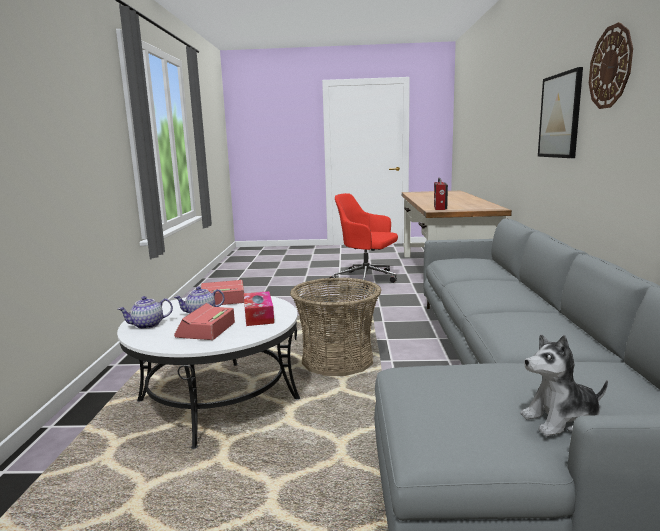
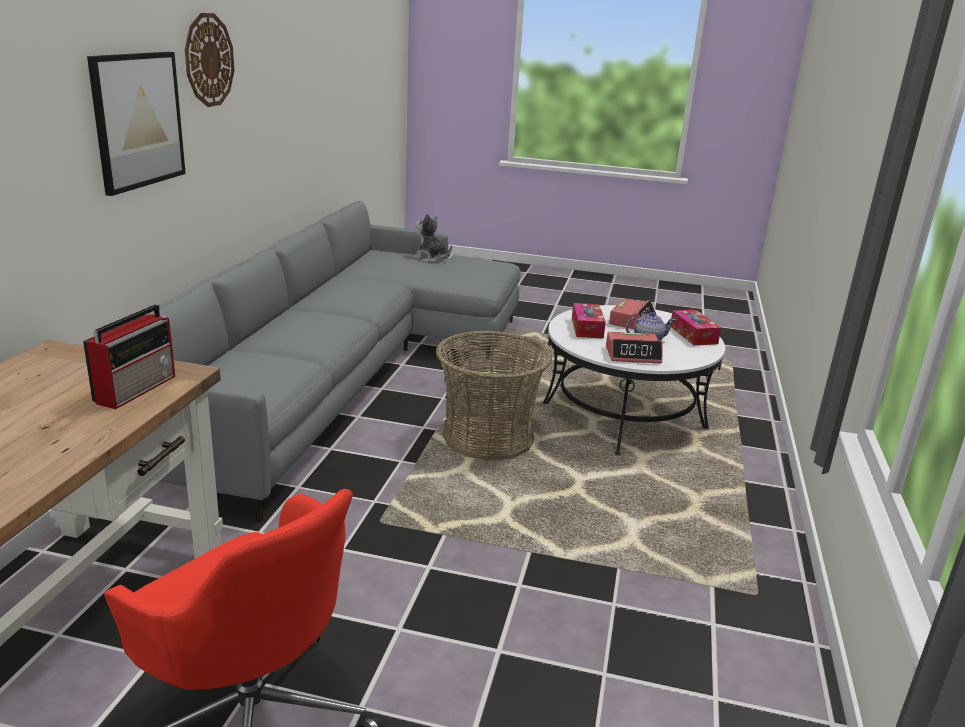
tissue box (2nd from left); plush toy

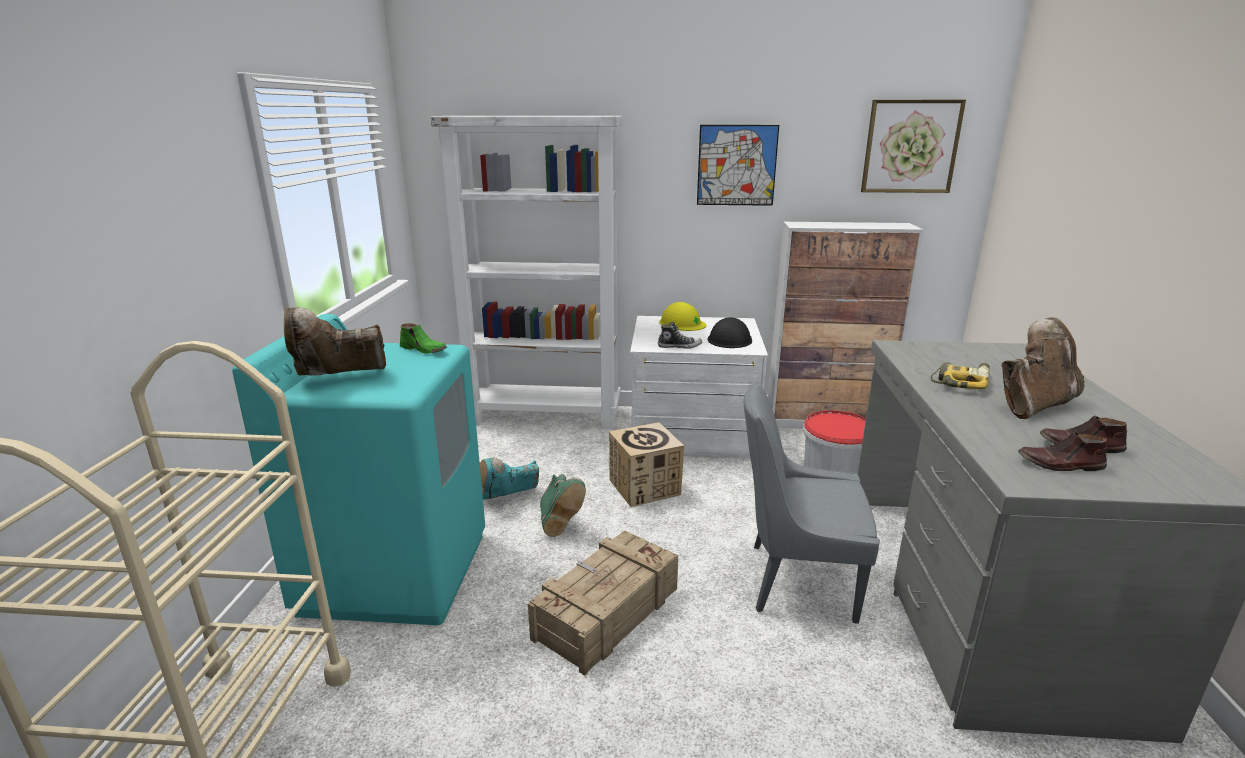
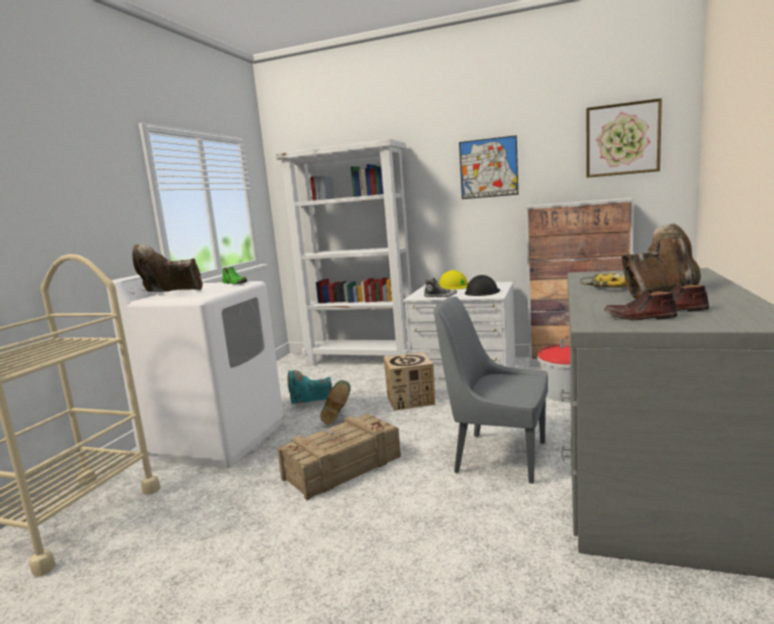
washing machine (white)

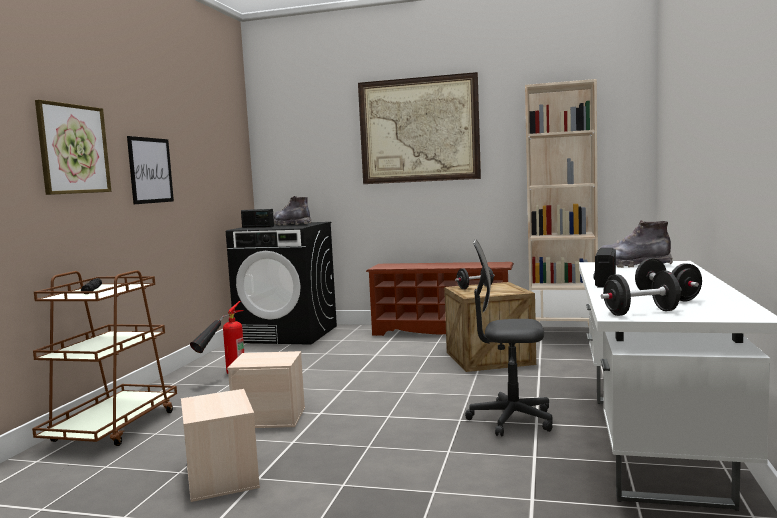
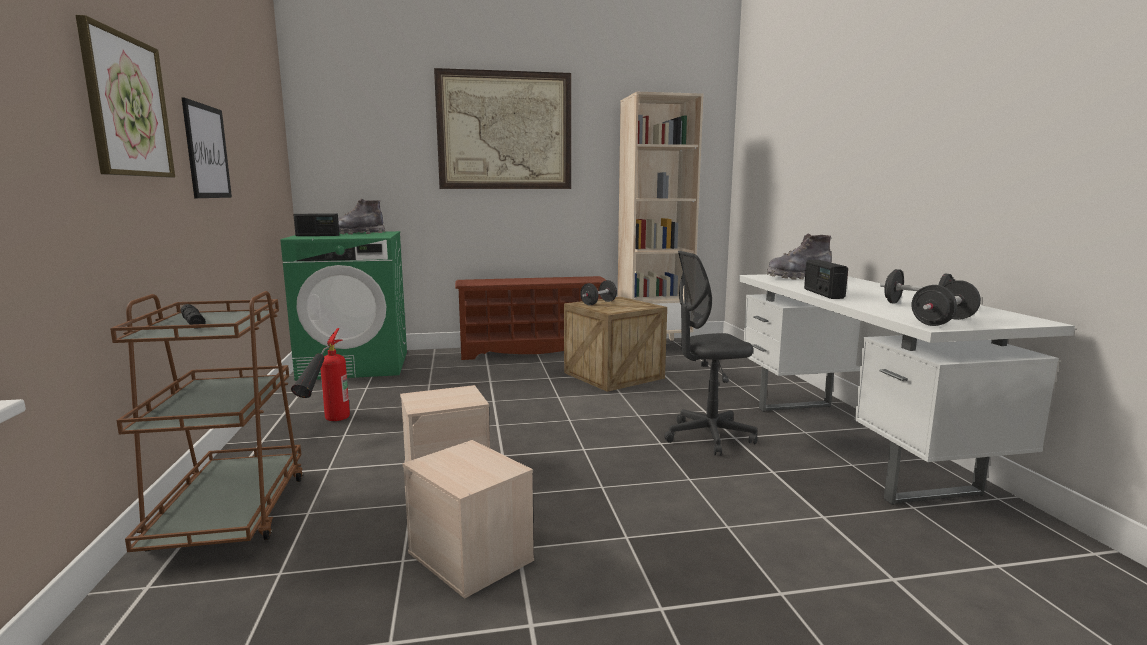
washing machine (green)

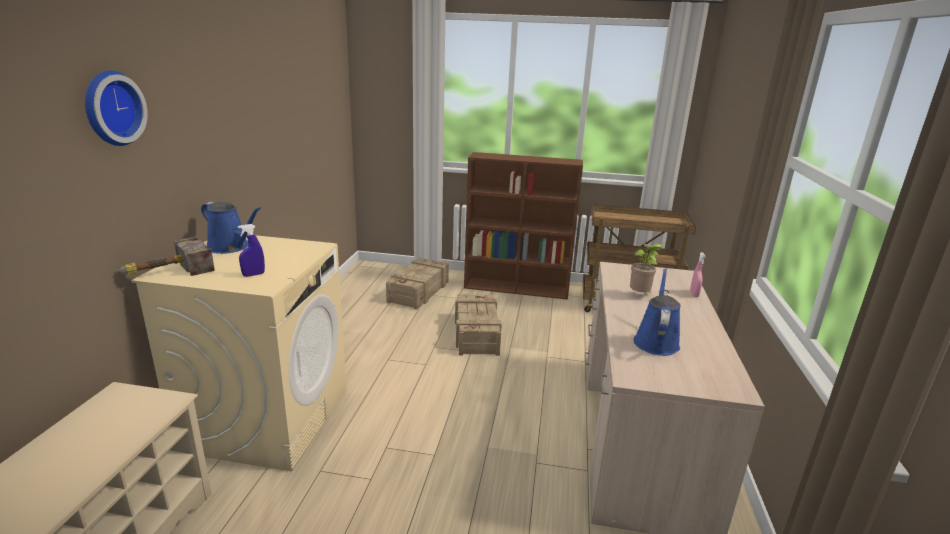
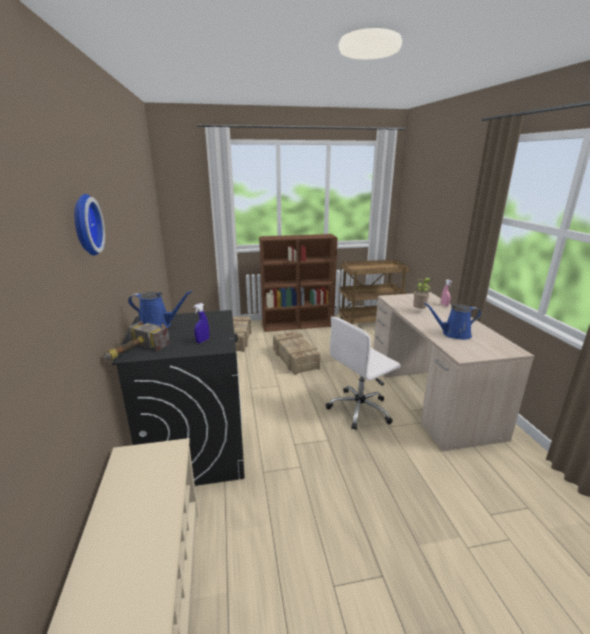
washing machine (black); watering can (blue) (2nd from left); office chair (white)

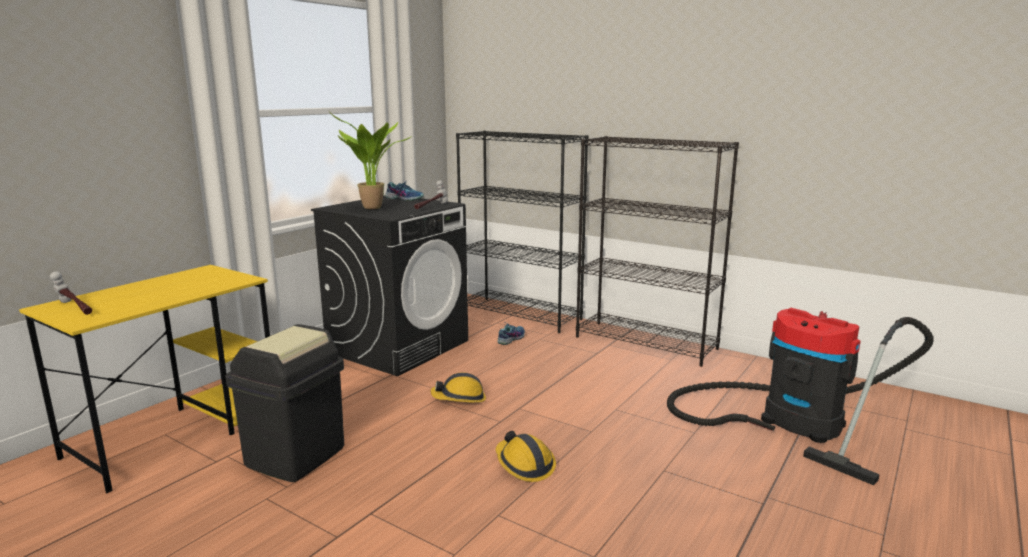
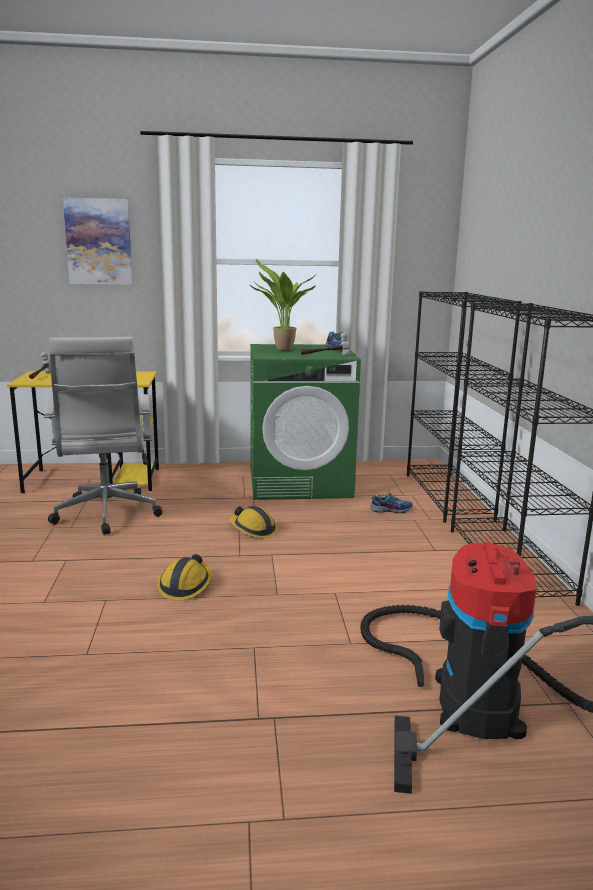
office chair (white); washing machine (green); picture

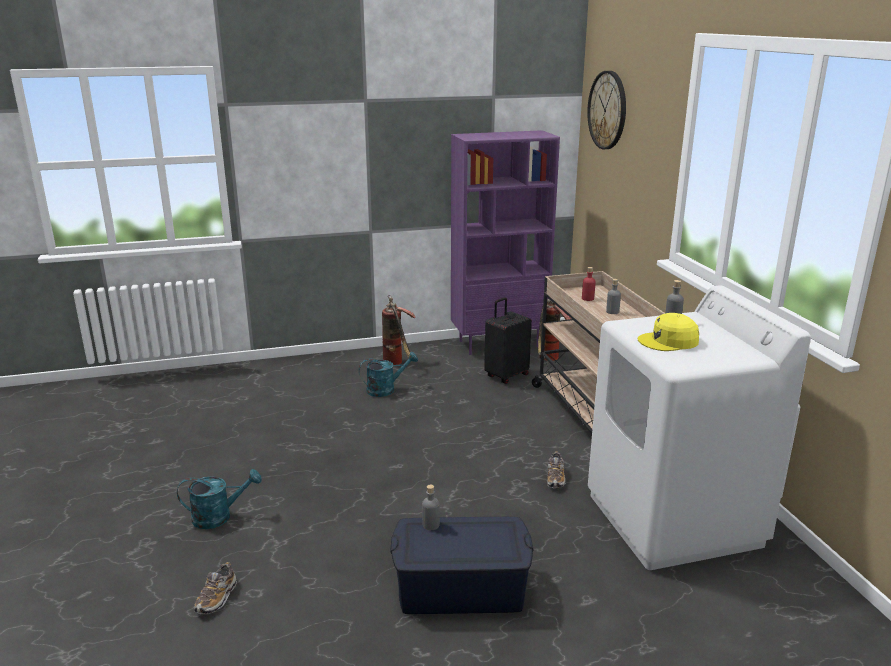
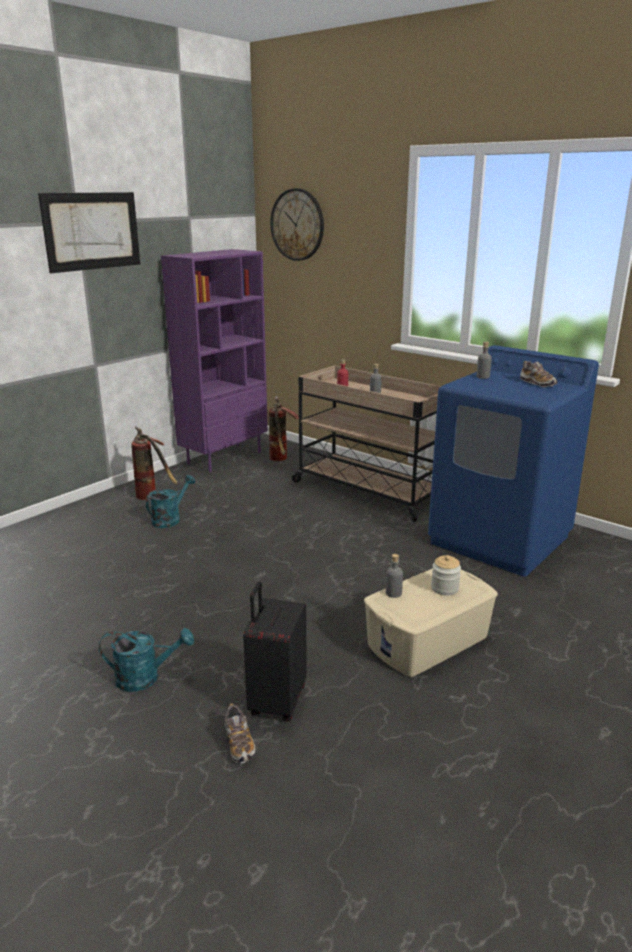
watering can (turquoise) (1st from left); storage box (beige); suitcase (black); shoe (2nd from left); washing machine (blue); cap (yellow); picture; jar

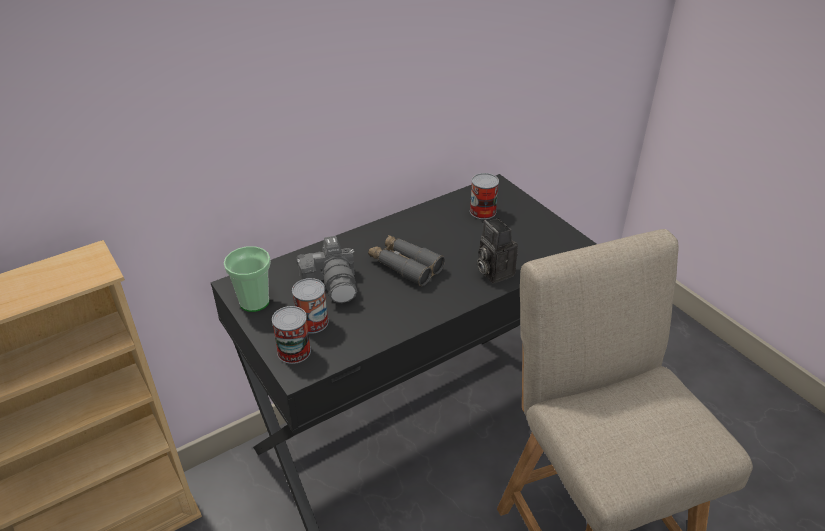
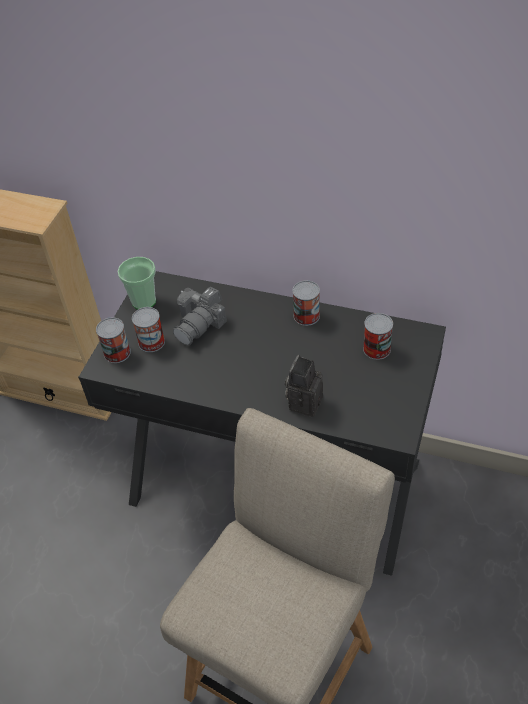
binoculars (grey); can (3rd from left)

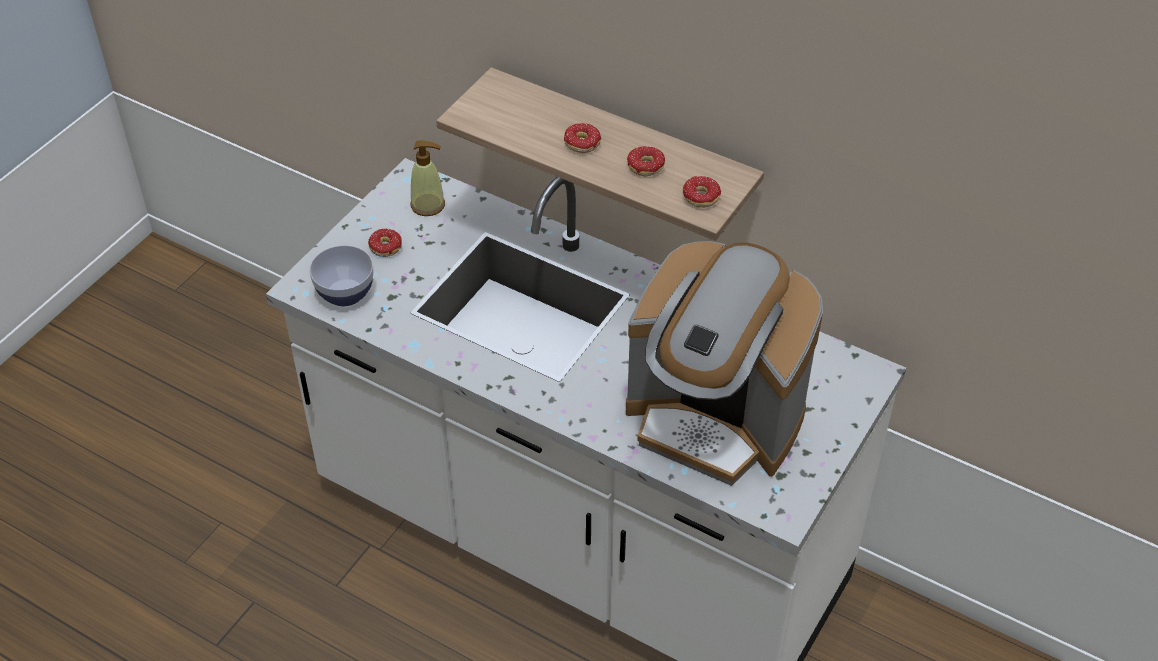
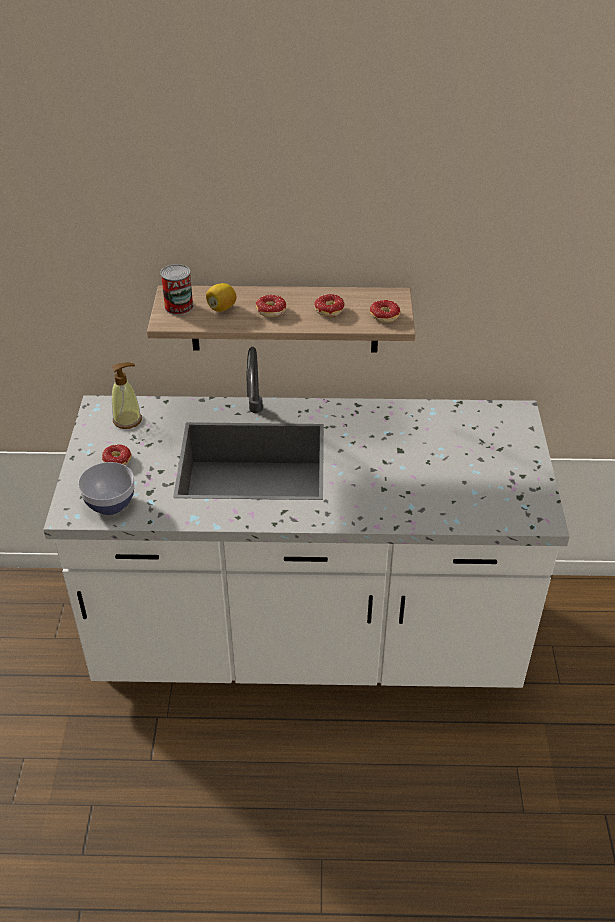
coffee machine; can; lemon

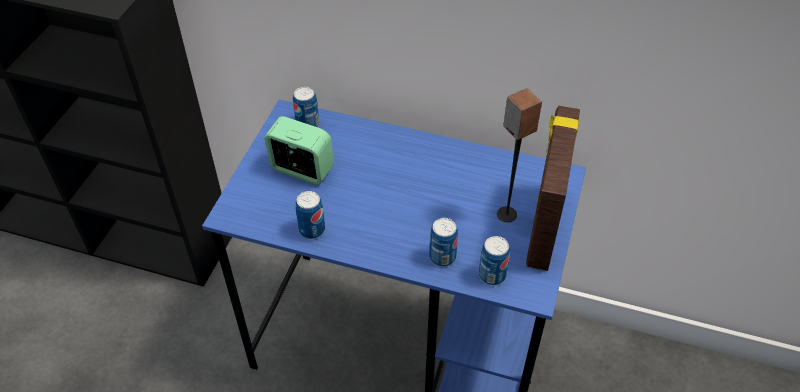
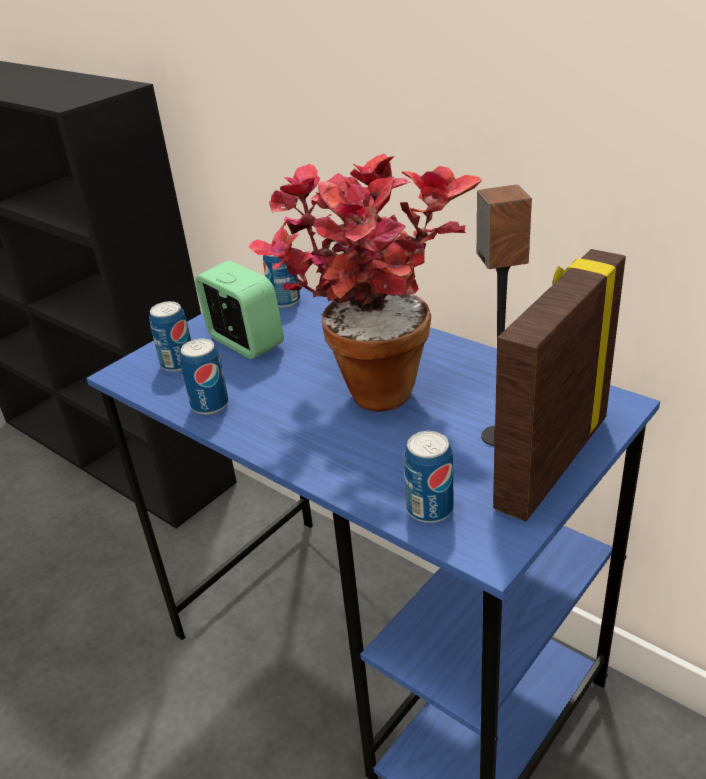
can (1st from left); potted plant

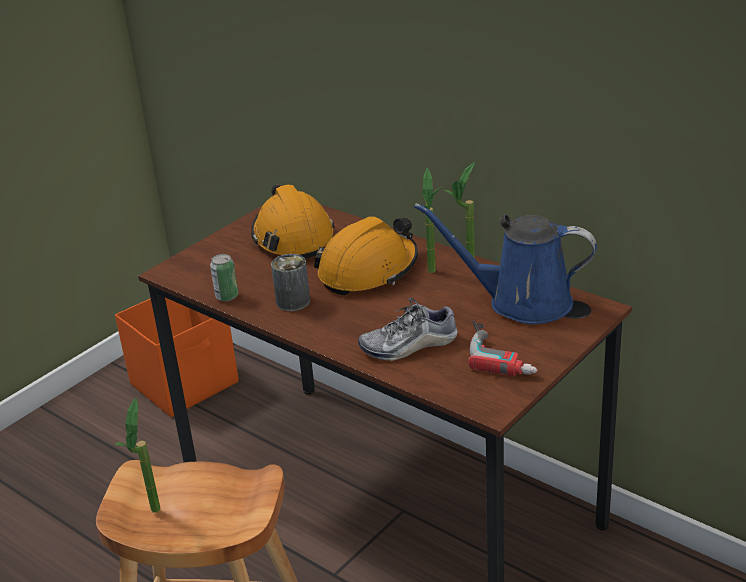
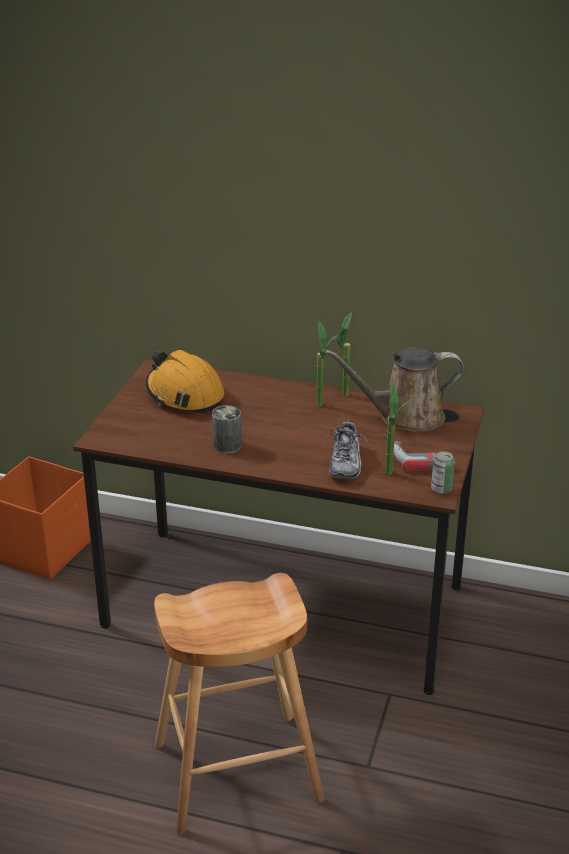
potted plant (3rd from left); can (2nd from left); hard hat (orange) (2nd from left in the first image); shoe; watering can (brown)

